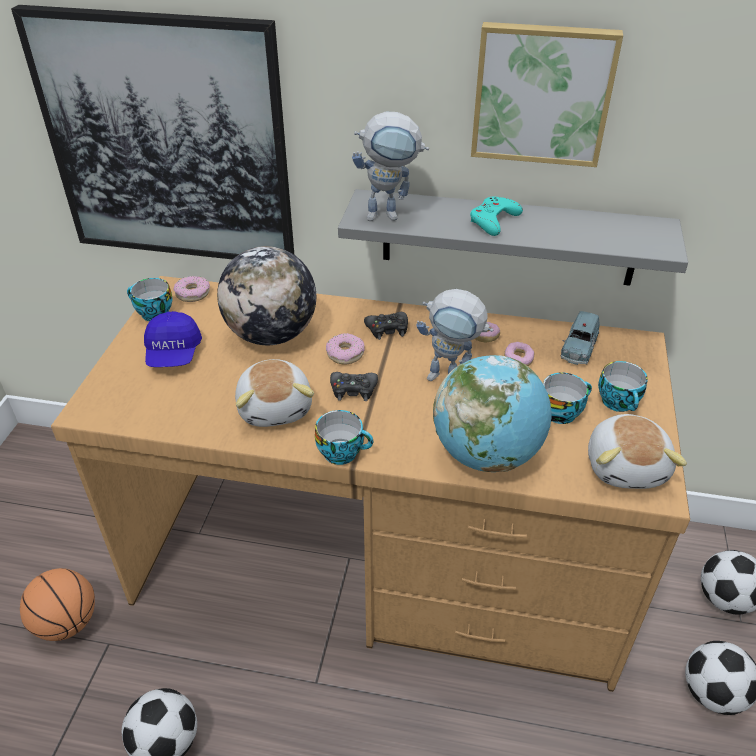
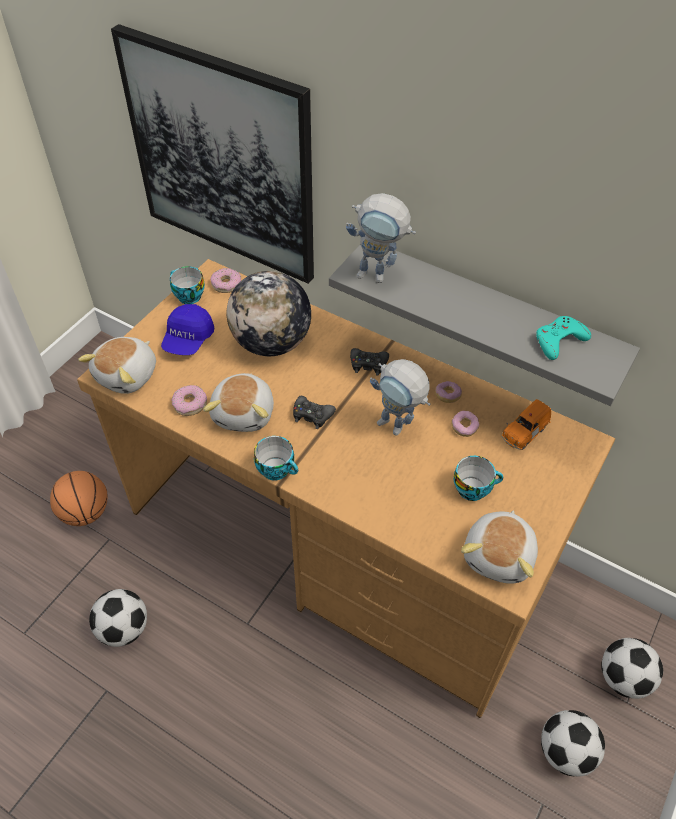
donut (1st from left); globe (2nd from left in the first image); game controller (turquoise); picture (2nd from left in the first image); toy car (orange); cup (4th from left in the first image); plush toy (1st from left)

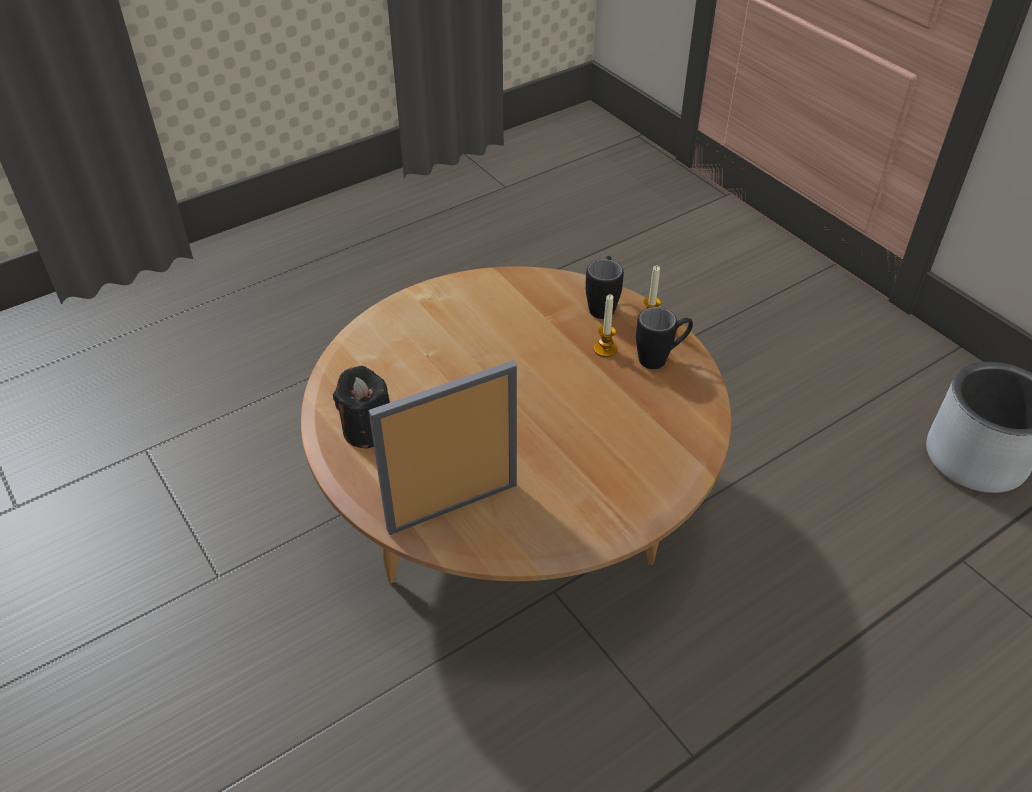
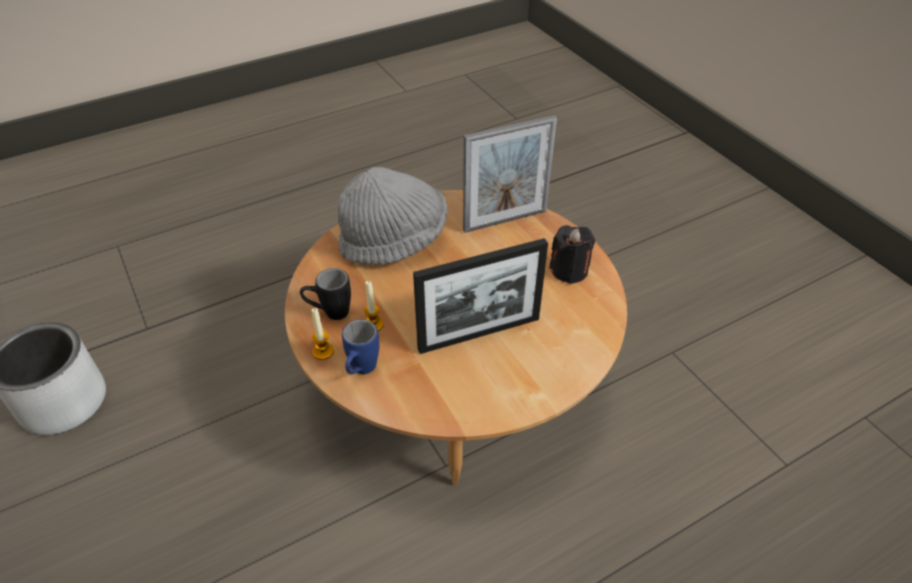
mug (blue); hat (grey); picture frame (1st from left)

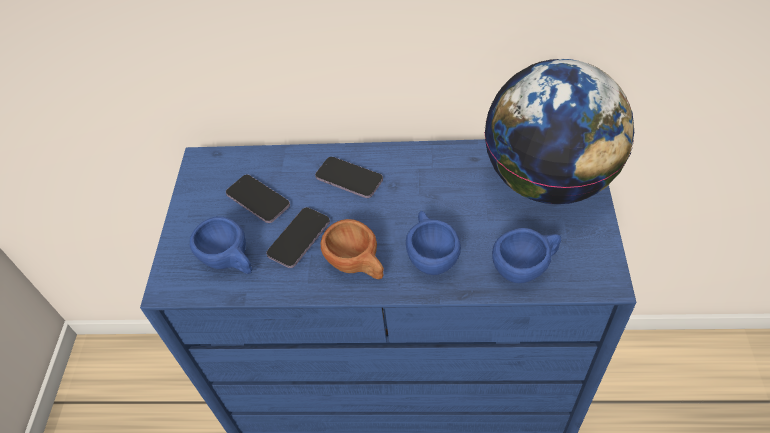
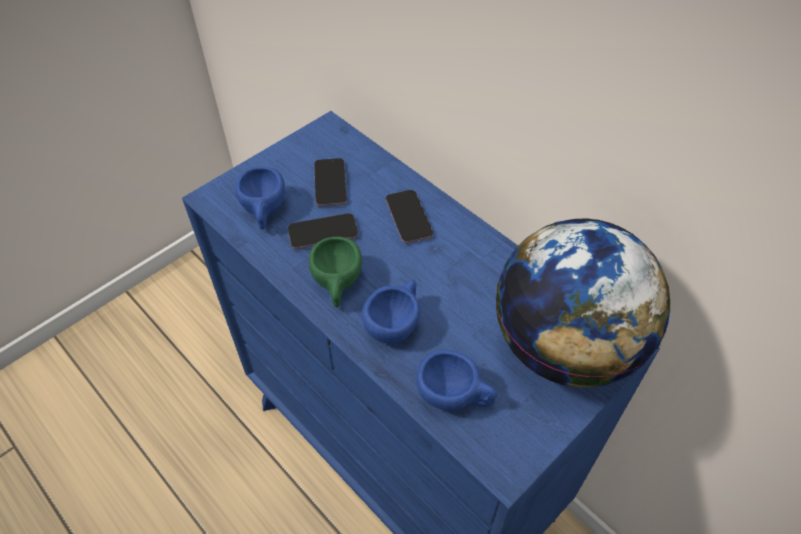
cup (green)

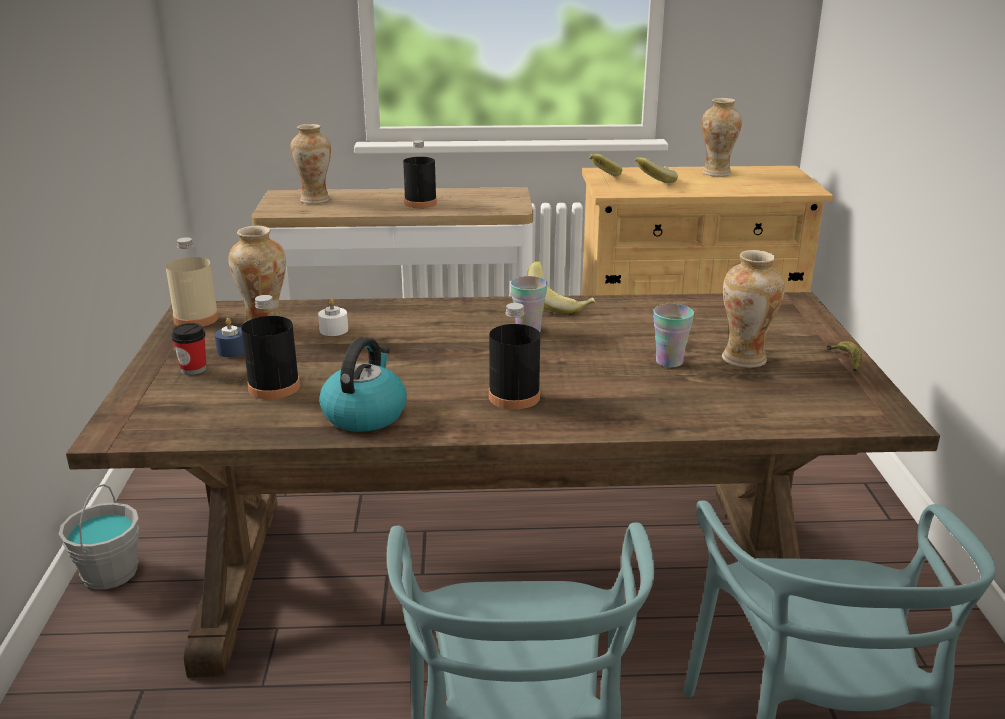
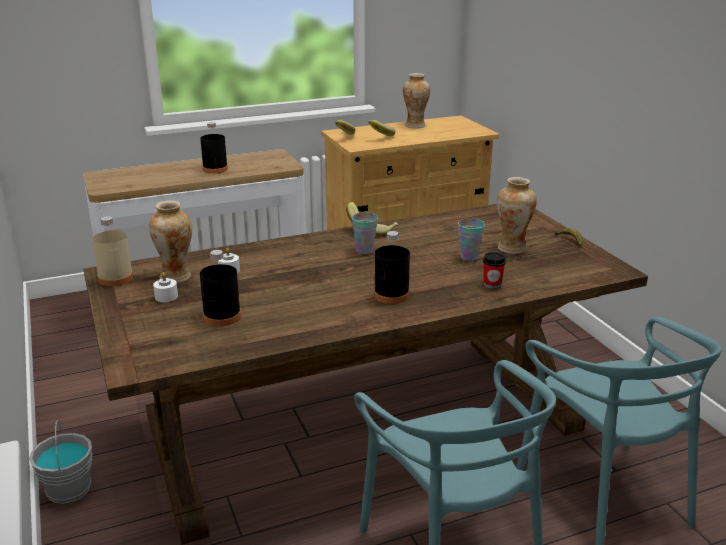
cup (3rd from left); candle (white) (1st from left); vase (2nd from left in the first image); kettle

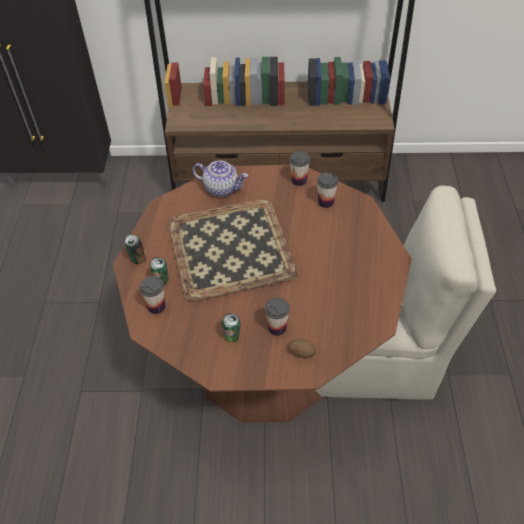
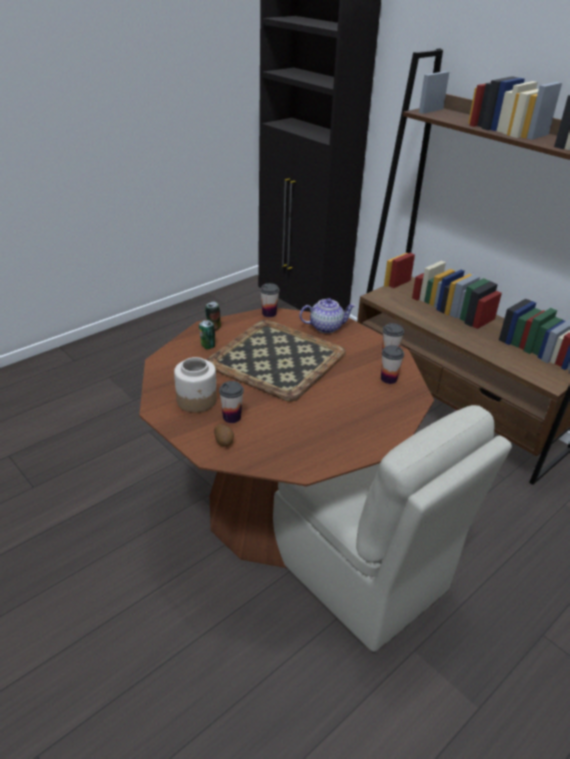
cup (2nd from left); teapot; jar

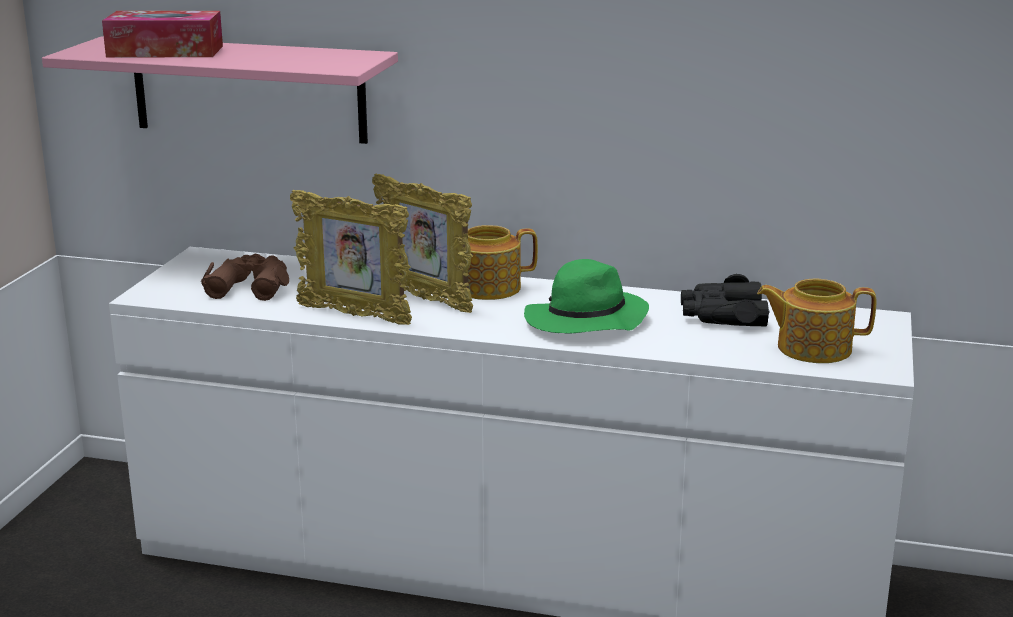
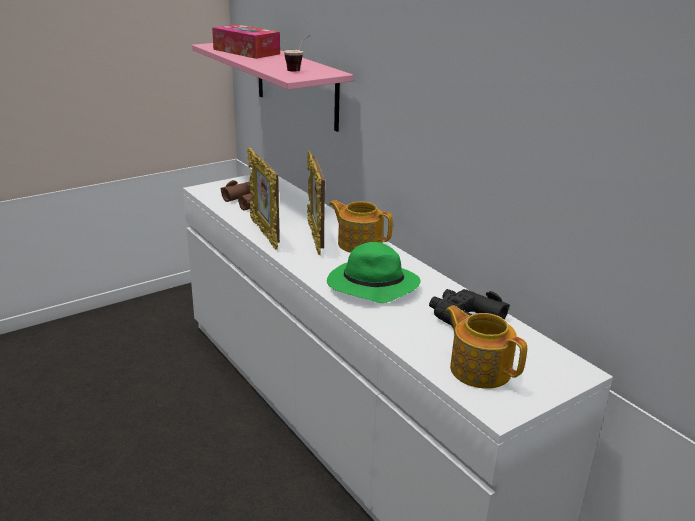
cup

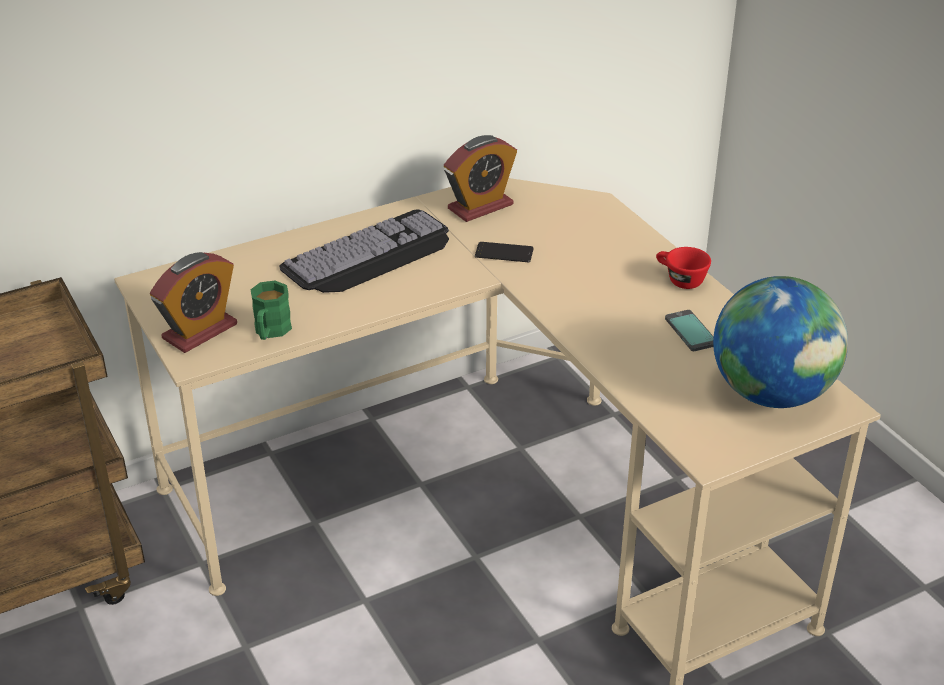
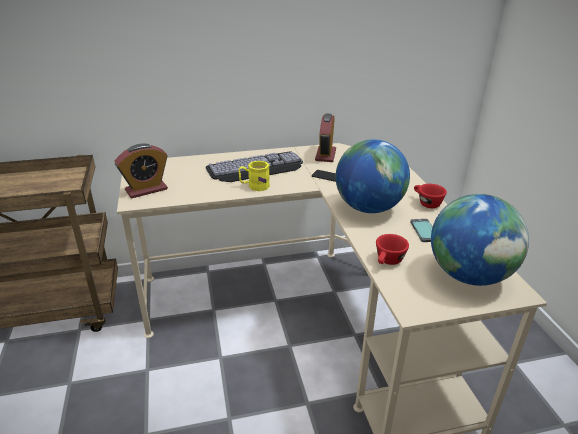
mug (green); alarm clock (2nd from left); mug (yellow); globe (1st from left); cup (red) (1st from left)

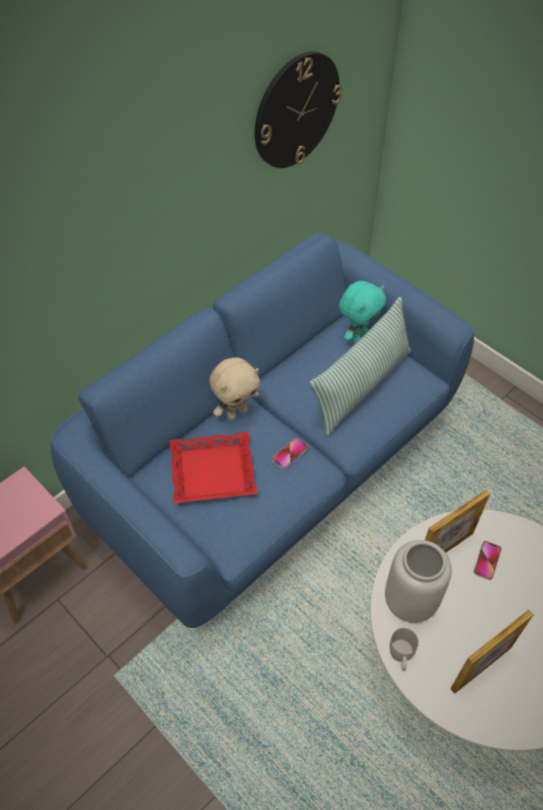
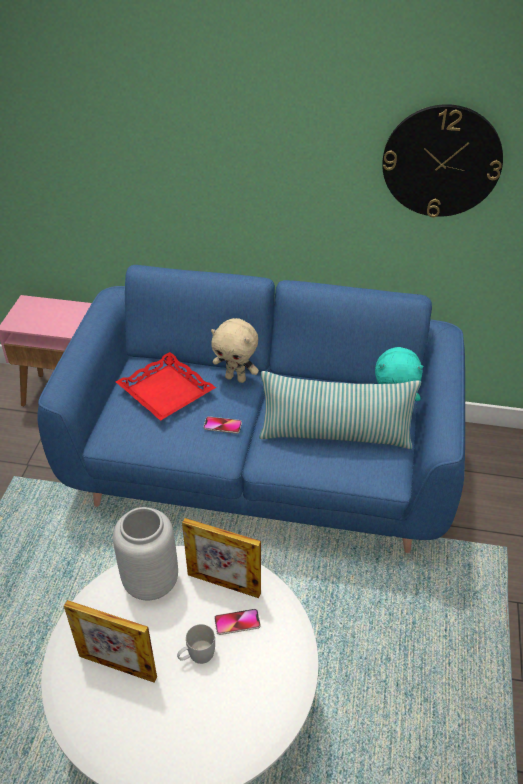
mug (white)

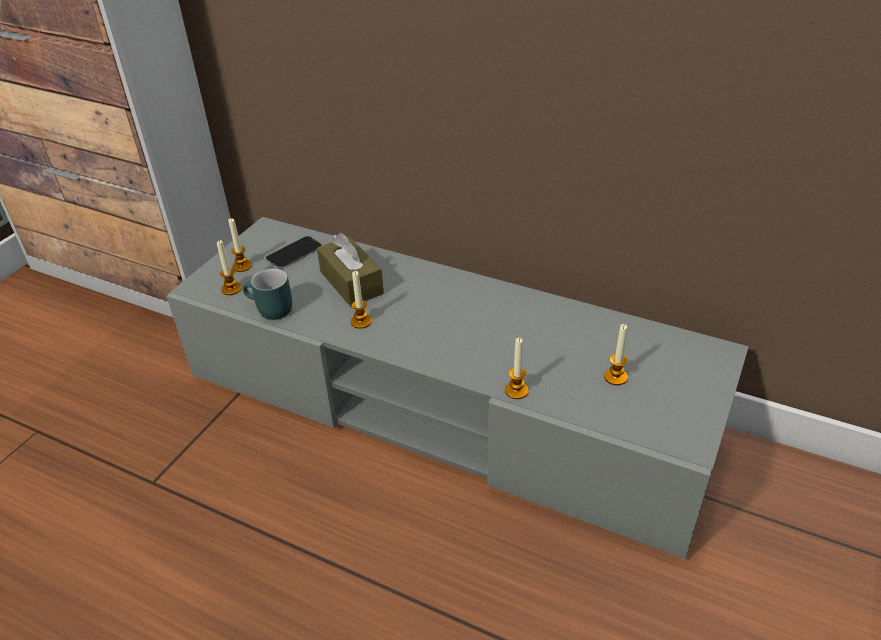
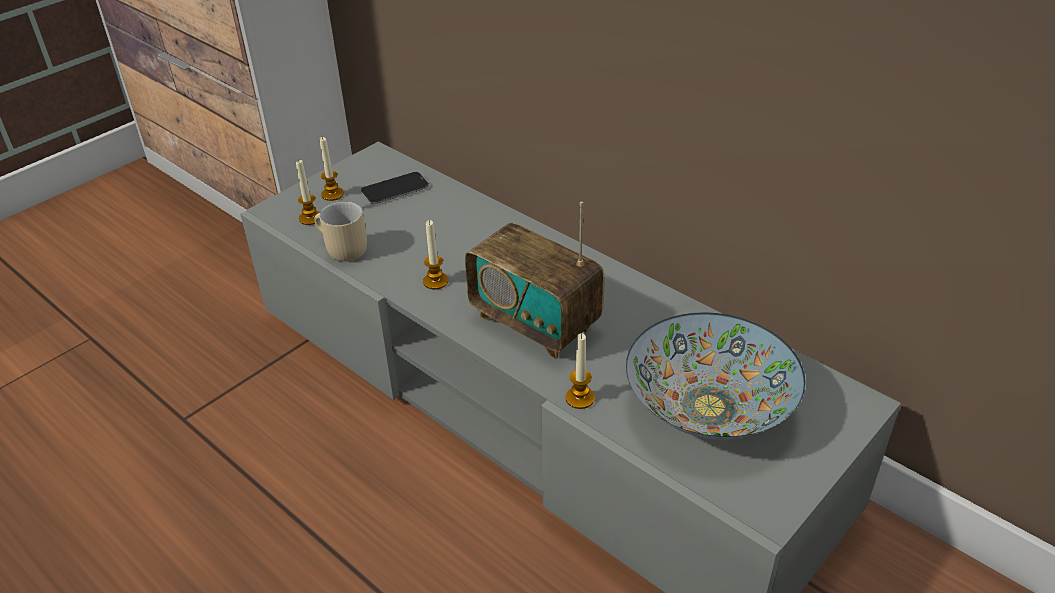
mug (beige); tissue box (brown); bowl; radio

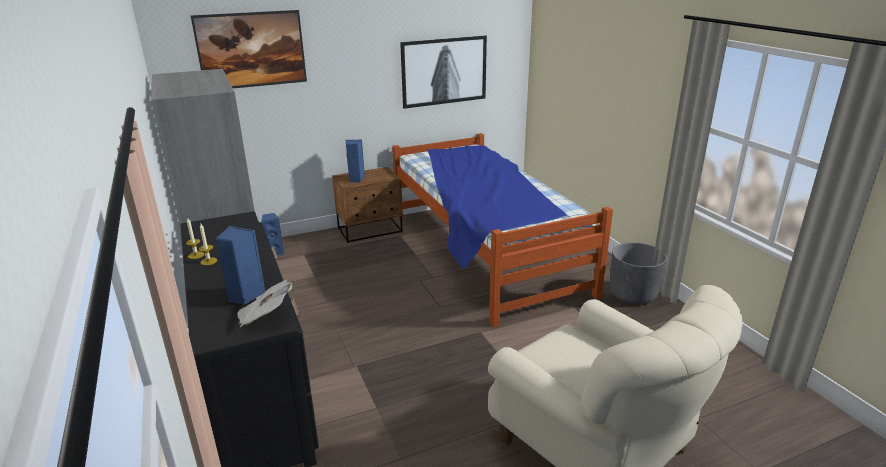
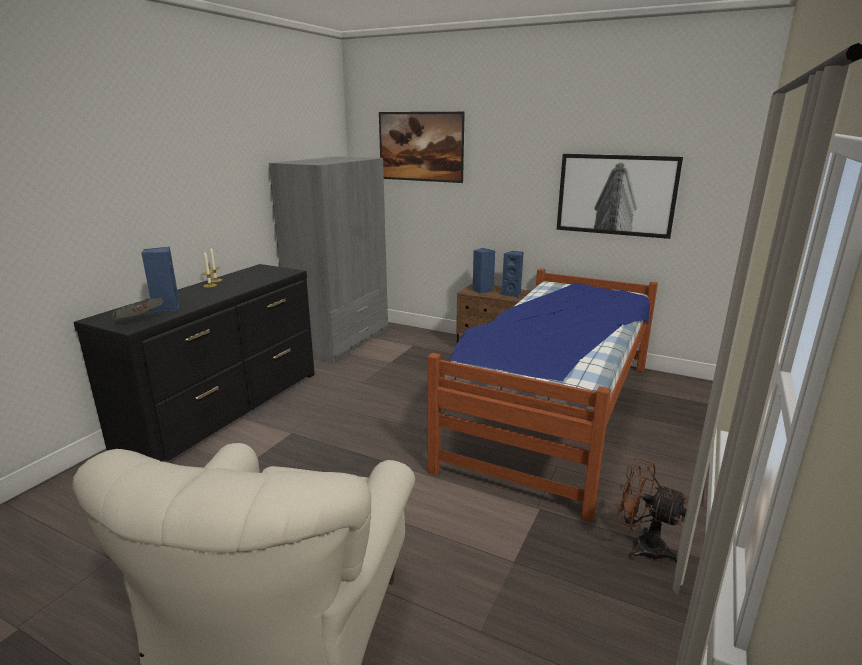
speaker (blue) (3rd from left); fan (brown)

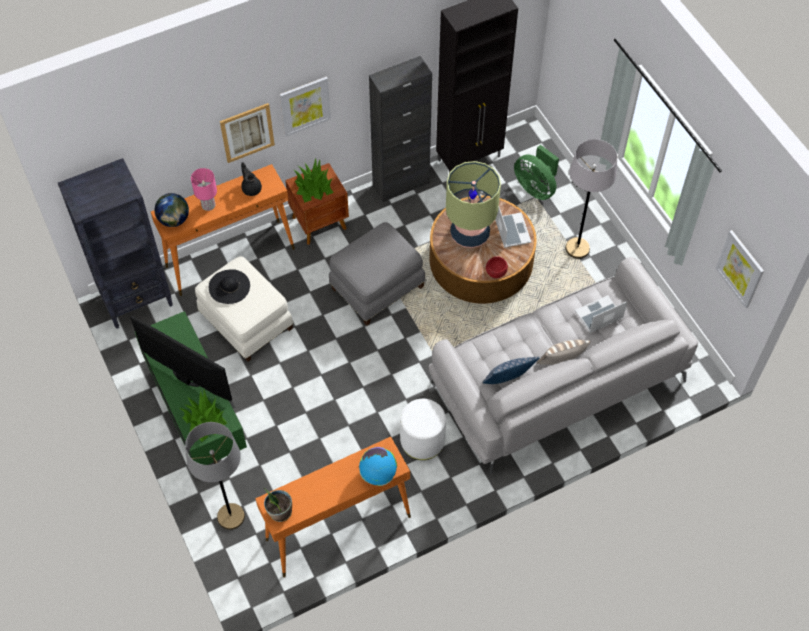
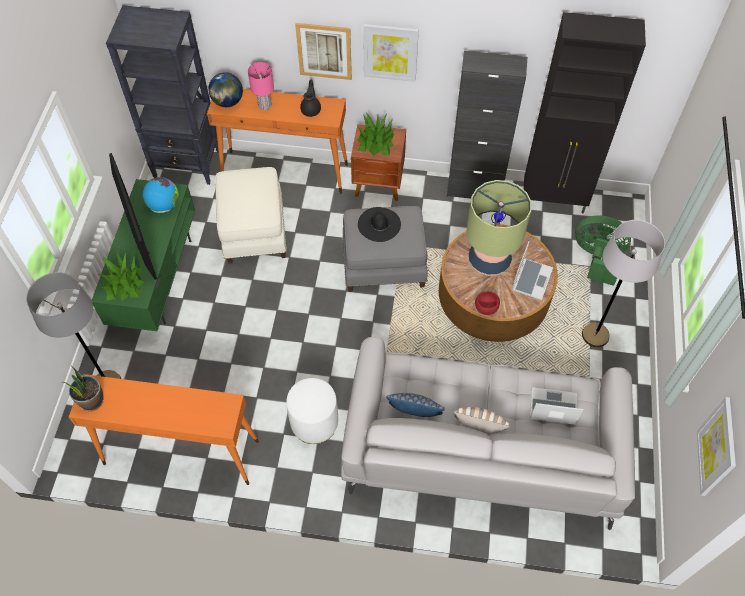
hat (black); globe (1st from left); fan (green)

